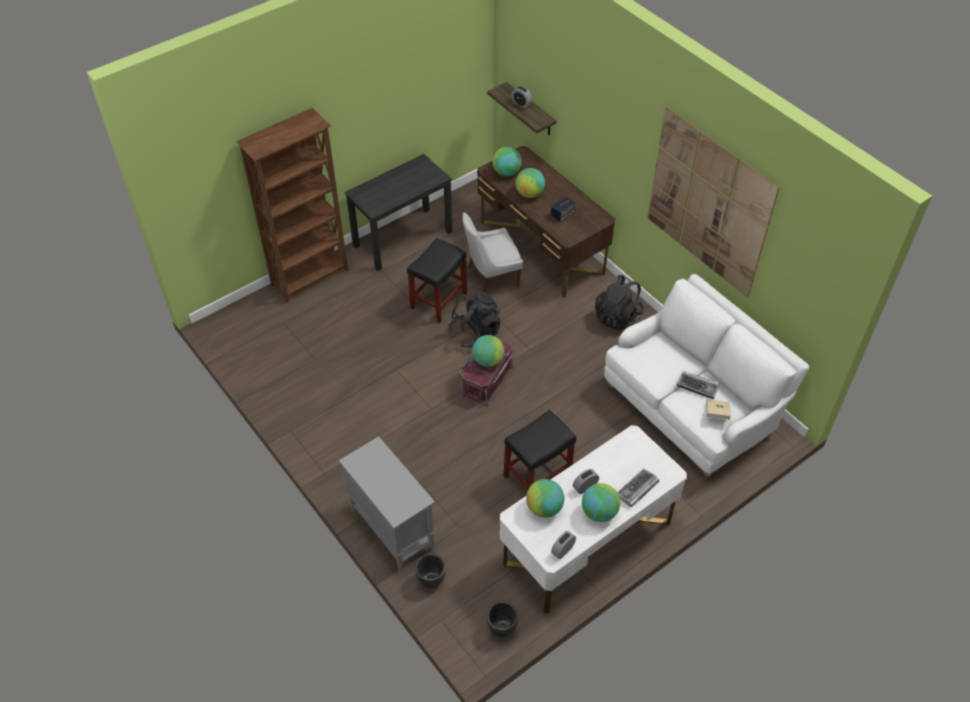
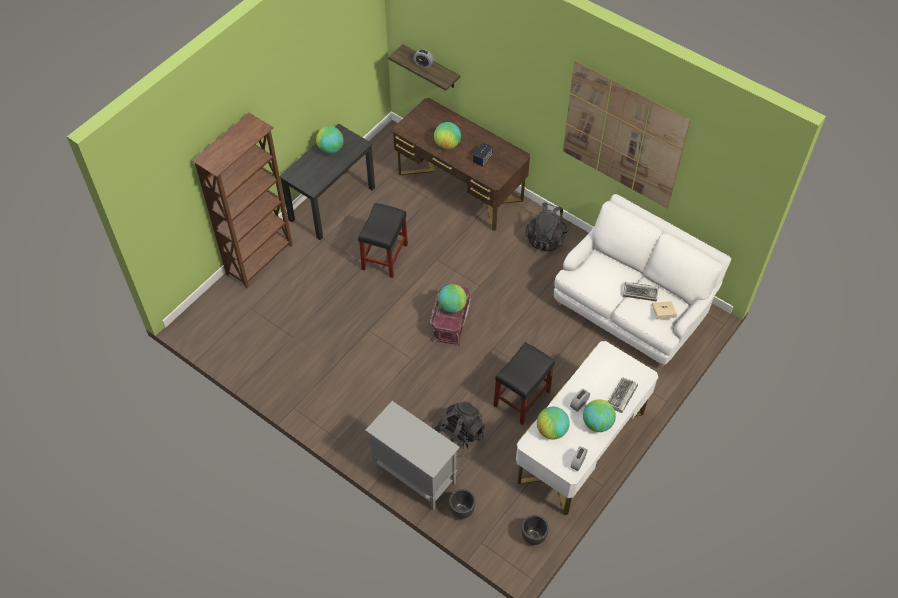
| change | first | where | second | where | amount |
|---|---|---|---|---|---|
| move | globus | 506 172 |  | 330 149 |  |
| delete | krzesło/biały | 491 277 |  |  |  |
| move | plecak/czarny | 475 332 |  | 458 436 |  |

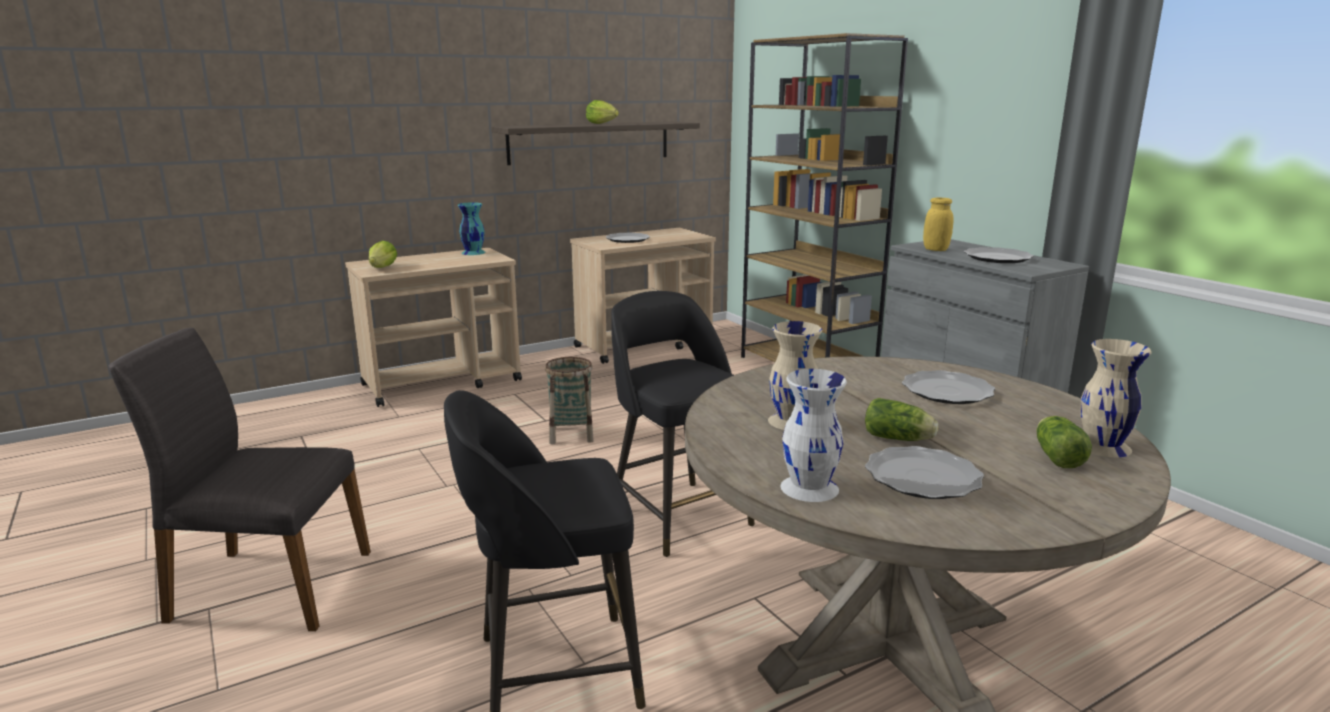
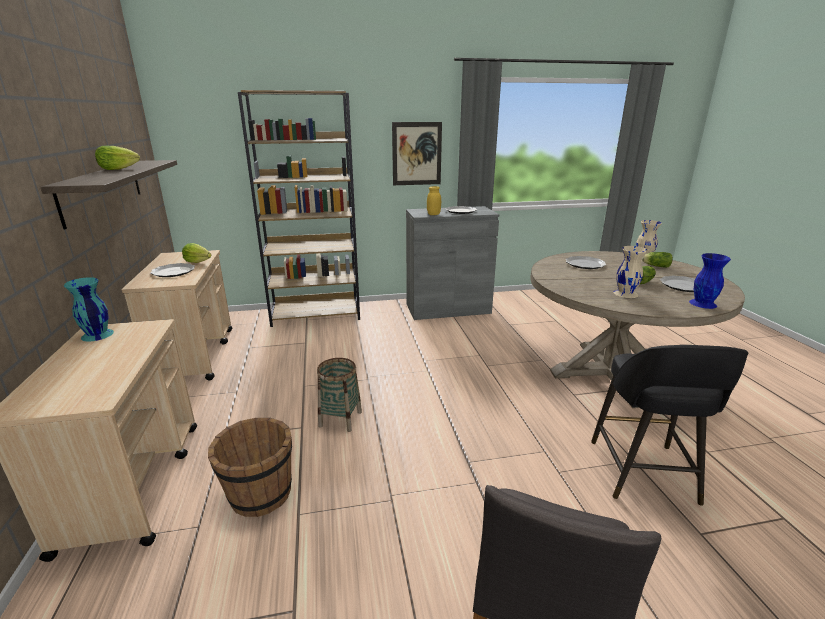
| change | first | where | second | where | amount |
|---|---|---|---|---|---|
| move | sałata | 383 268 |  | 198 262 |  |
| delete | stołek/czarny | 678 515 |  |  |  |
| recolor | wazon/biały | 810 488 | wazon/niebieski | 703 303 |  |
| insert |  |  | obraz | 417 154 |  |
| insert |  |  | wiadro/brązowy | 259 494 |  |

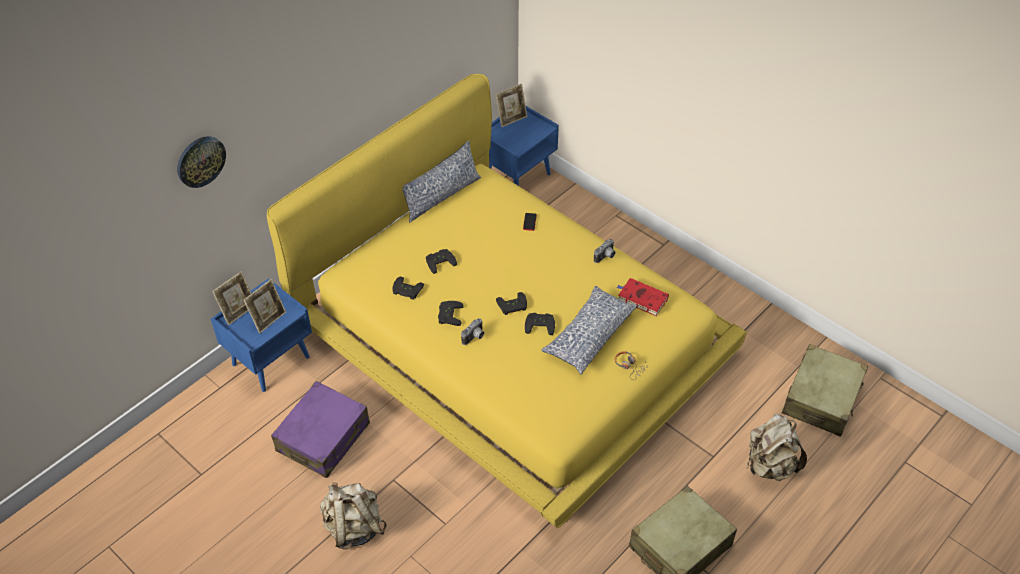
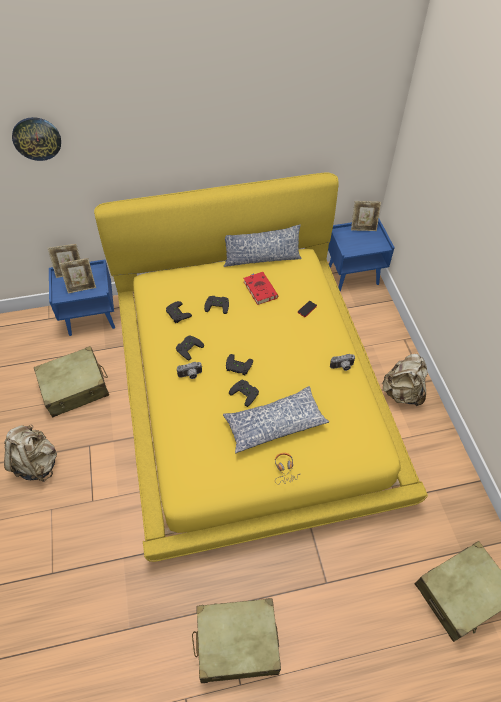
| change | first | where | second | where | amount |
|---|---|---|---|---|---|
| move | książka/czerwony | 641 298 |  | 259 289 |  |
| recolor | walizka/fioletowy | 323 437 | walizka/beżowy | 75 388 |  |
| move | plecak/beżowy | 770 465 |  | 402 392 |  |

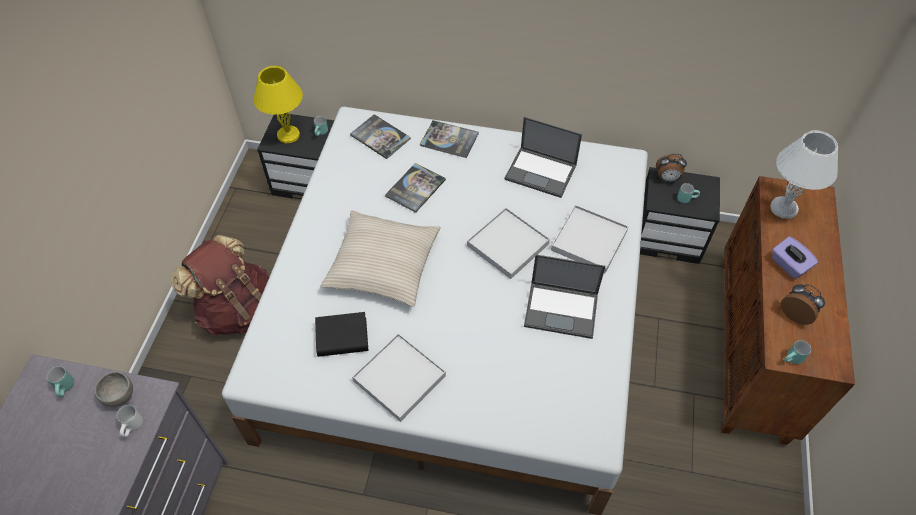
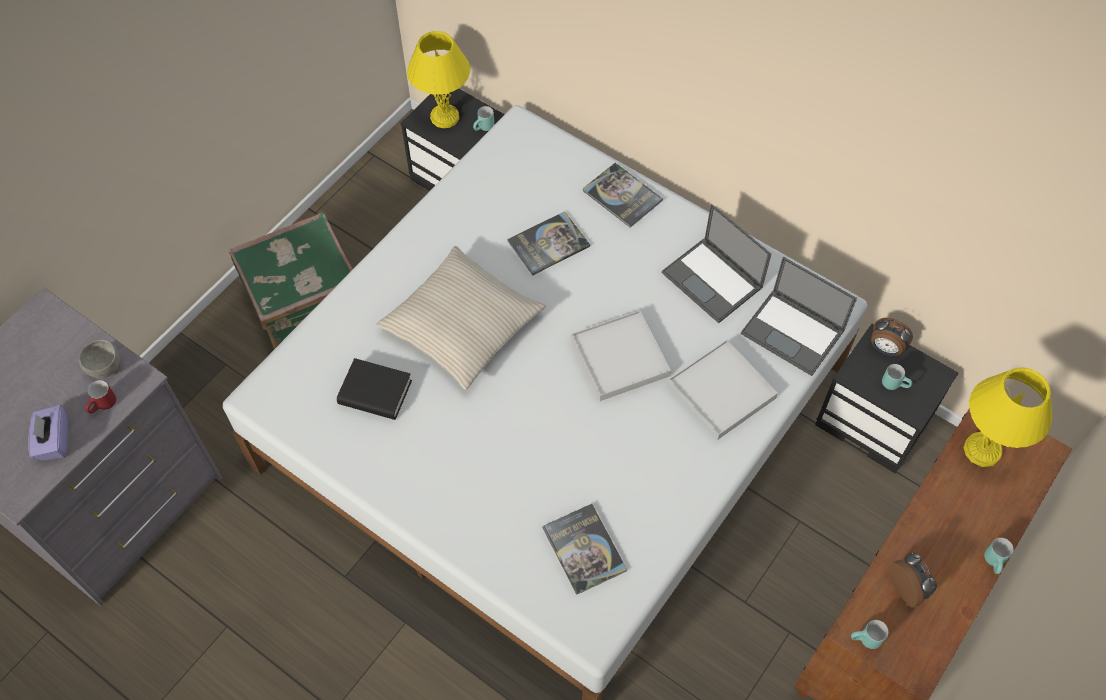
| change | first | where | second | where | amount |
|---|---|---|---|---|---|
| move | książka | 380 137 |  | 584 549 |  |
| recolor | lampa stołowa/biały | 784 207 | lampa stołowa/żółty | 983 449 |  |
| replace | plecak/brązowy | 236 309 | walizka/zielony | 308 306 |  |
| move | pudełko chusteczek/fioletowy | 788 265 |  | 54 441 |  |
| move | laptop | 562 309 |  | 793 332 |  |
| delete | taca/biały | 399 378 |  |  |  |
| move | kubek/turkusowy | 66 388 |  | 995 562 |  |
| recolor | kubek/biały | 134 427 | kubek/czerwony | 104 406 |  |

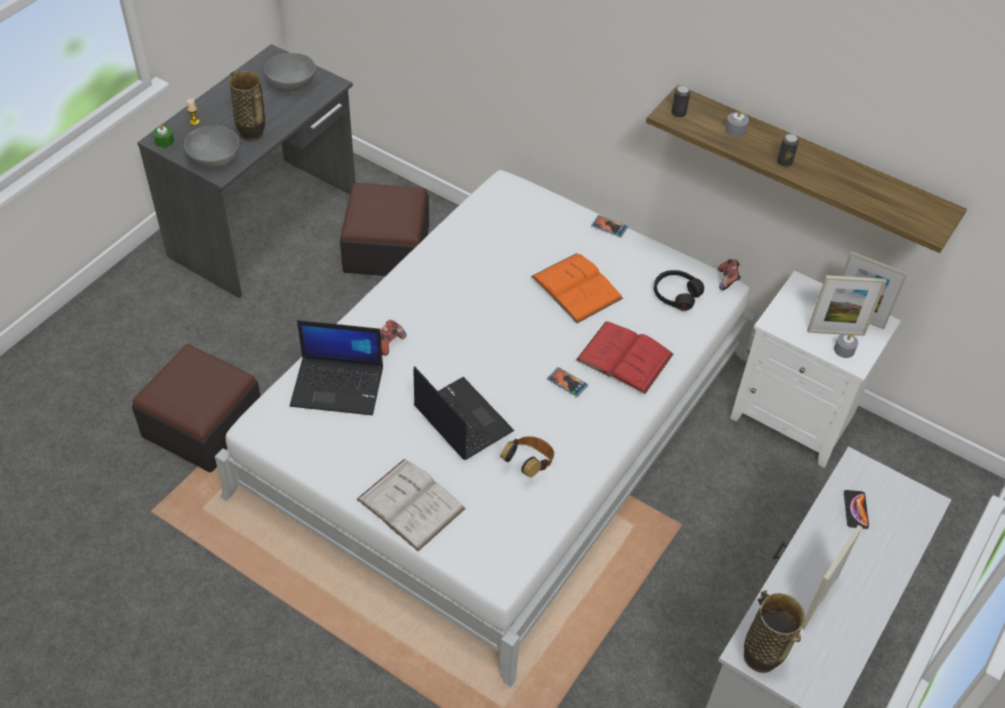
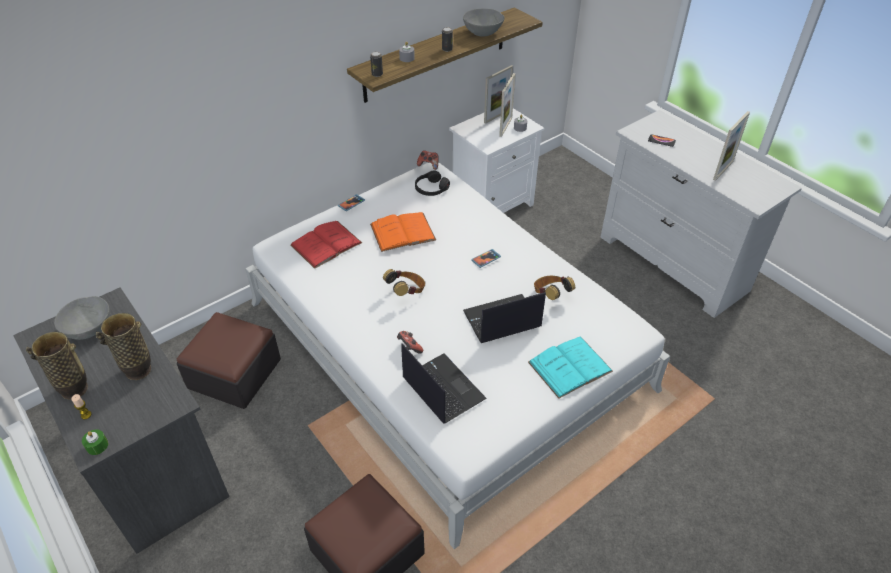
| change | first | where | second | where | amount |
|---|---|---|---|---|---|
| move | miska/szary | 215 159 |  | 482 32 |  |
| rotate | laptop | 339 386 |  | 442 388 | 60 degrees counterclockwise |
| move | książka/czerwony | 624 357 |  | 326 244 |  |
| recolor | książka/biały | 411 504 | książka/turkusowy | 570 366 |  |
| rotate | ramka na zdjęcie | 818 602 |  | 723 170 | 105 degrees counterclockwise |
| move | wazon | 760 657 |  | 75 389 |  |
| insert |  |  | słuchawki | 406 292 |  |

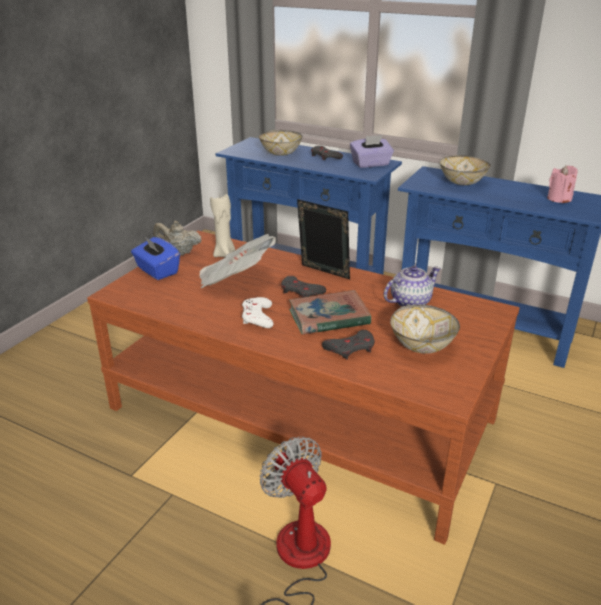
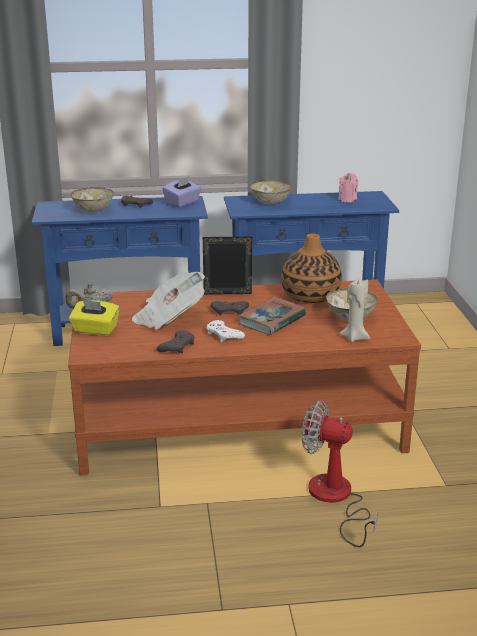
| change | first | where | second | where | amount |
|---|---|---|---|---|---|
| move | świeca/beżowy | 224 254 |  | 354 337 |  |
| recolor | pudełko chusteczek/niebieski | 157 271 | pudełko chusteczek/żółty | 95 330 |  |
| replace | imbryk | 409 302 | wazon | 310 296 |  |
| move | pad do gier/szary | 350 348 |  | 177 346 |  |

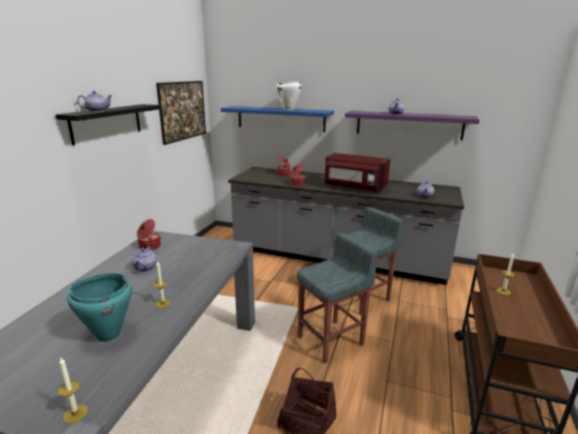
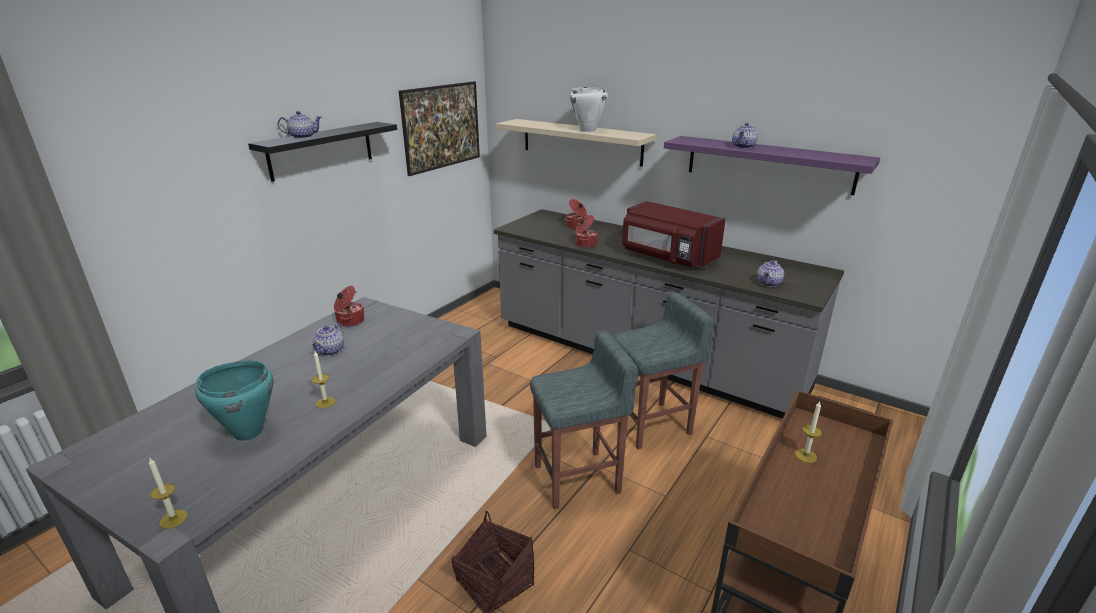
| change | first | where | second | where | amount |
|---|---|---|---|---|---|
| recolor | półka/niebieski | 280 118 | półka/beżowy | 581 141 |  |

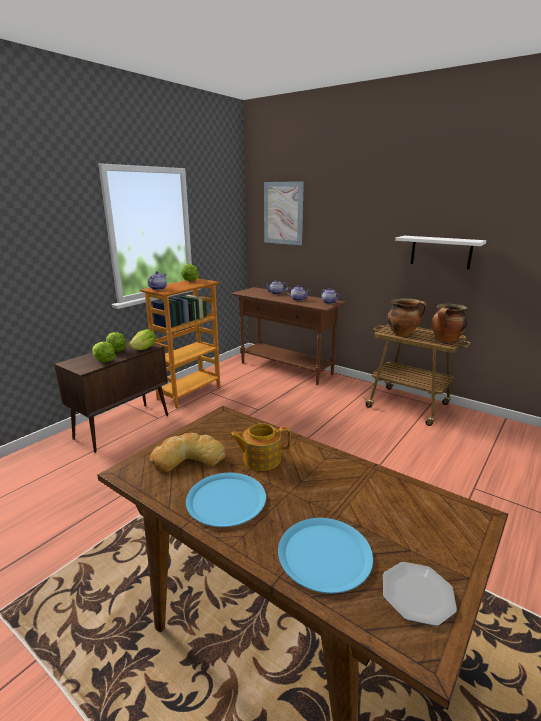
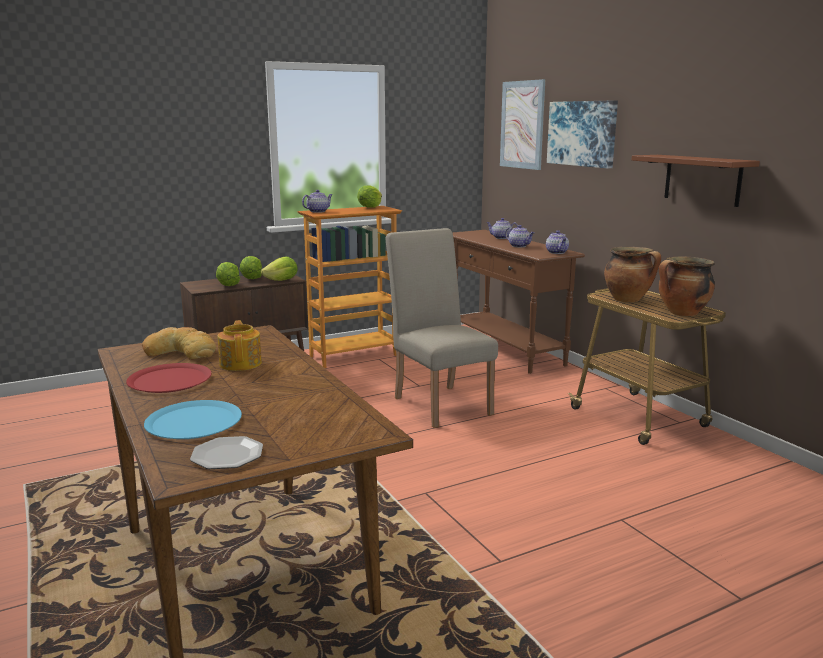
| change | first | where | second | where | amount |
|---|---|---|---|---|---|
| recolor | półka/biały | 441 252 | półka/brązowy | 702 179 |  |
| rotate | imbryk | 260 459 |  | 241 363 | 60 degrees clockwise |
| recolor | talerz/niebieski | 226 500 | talerz/czerwony | 169 380 |  |
| insert |  |  | obraz | 582 133 |  |
| insert |  |  | krzesło/beżowy | 439 402 |  |

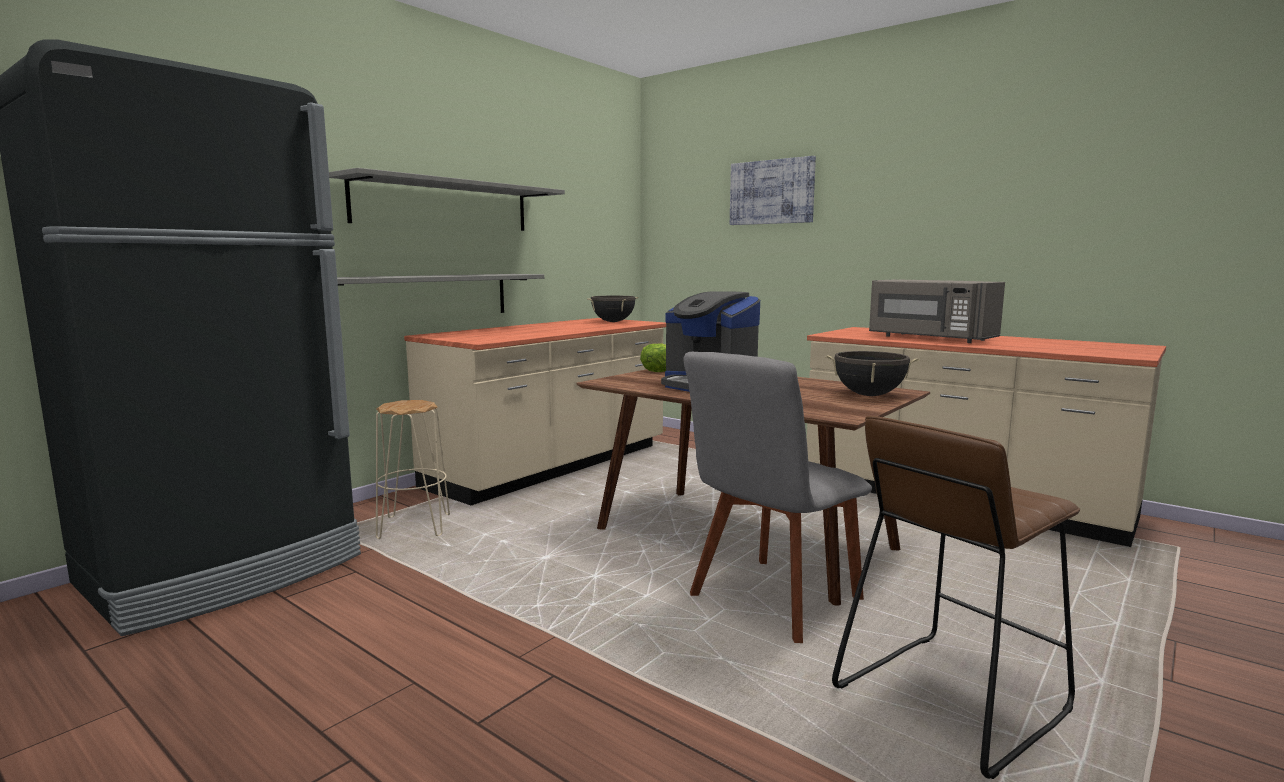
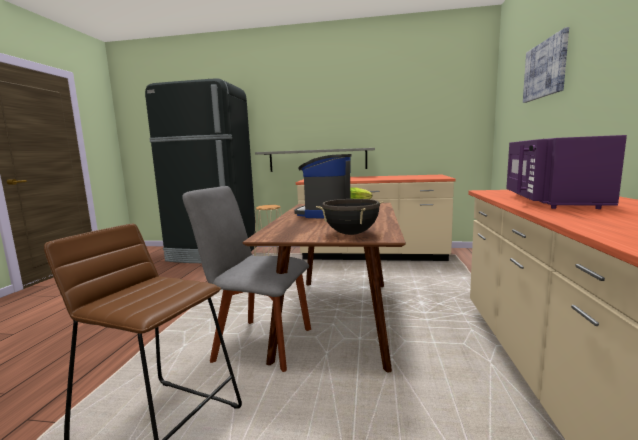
| change | first | where | second | where | amount |
|---|---|---|---|---|---|
| delete | półka/szary | 444 205 |  |  |  |
| recolor | mikrofalówka/szary | 929 338 | mikrofalówka/fioletowy | 550 201 |  |
| delete | garnek/czarny | 613 322 |  |  |  |

